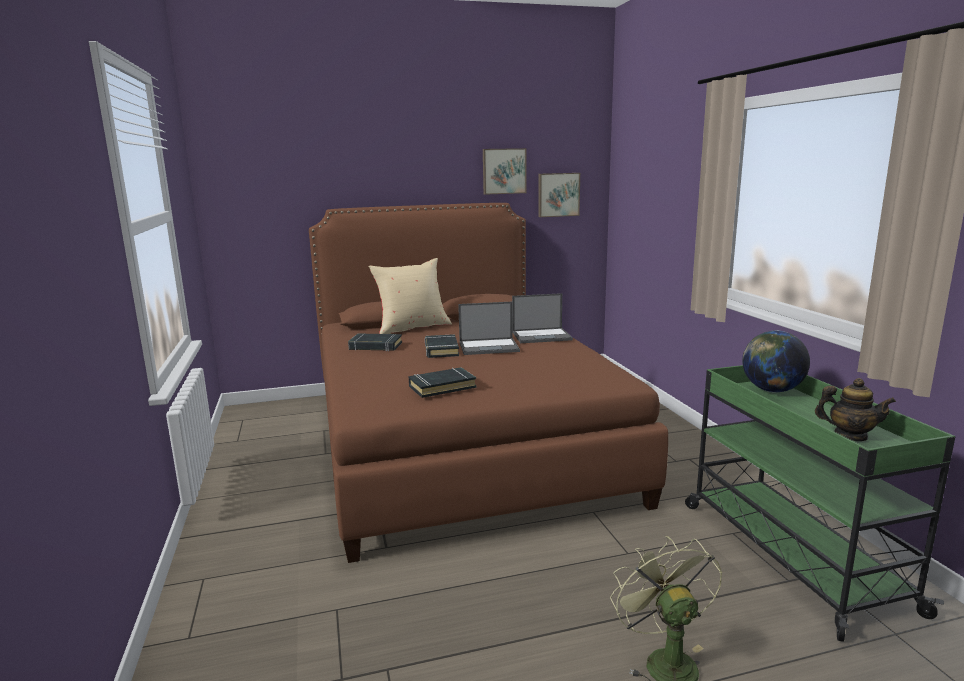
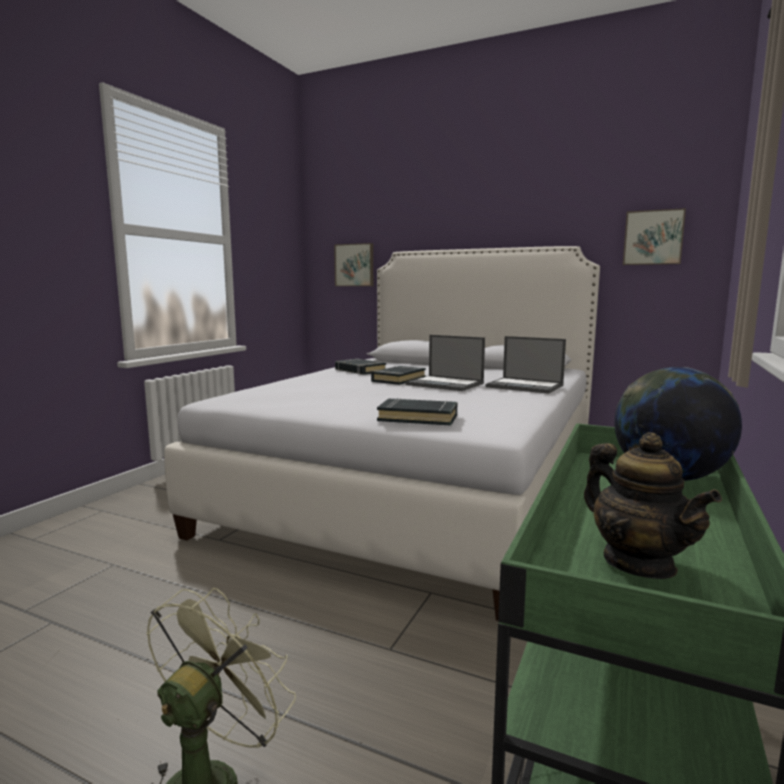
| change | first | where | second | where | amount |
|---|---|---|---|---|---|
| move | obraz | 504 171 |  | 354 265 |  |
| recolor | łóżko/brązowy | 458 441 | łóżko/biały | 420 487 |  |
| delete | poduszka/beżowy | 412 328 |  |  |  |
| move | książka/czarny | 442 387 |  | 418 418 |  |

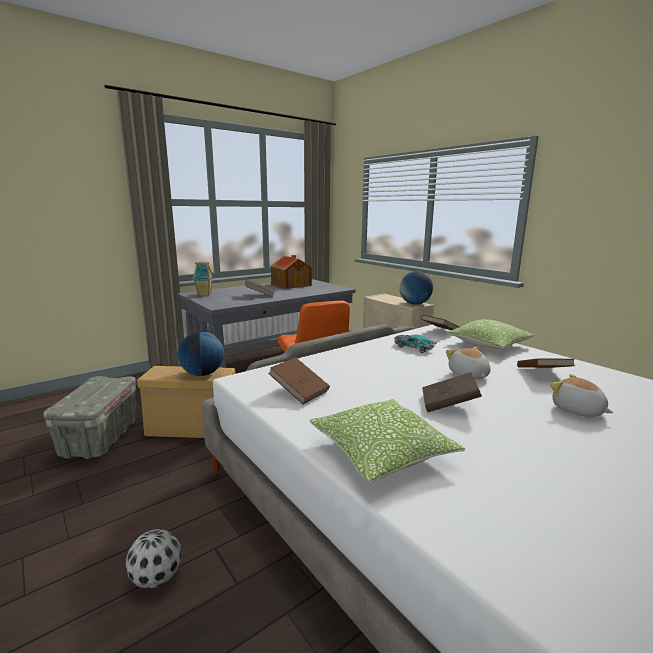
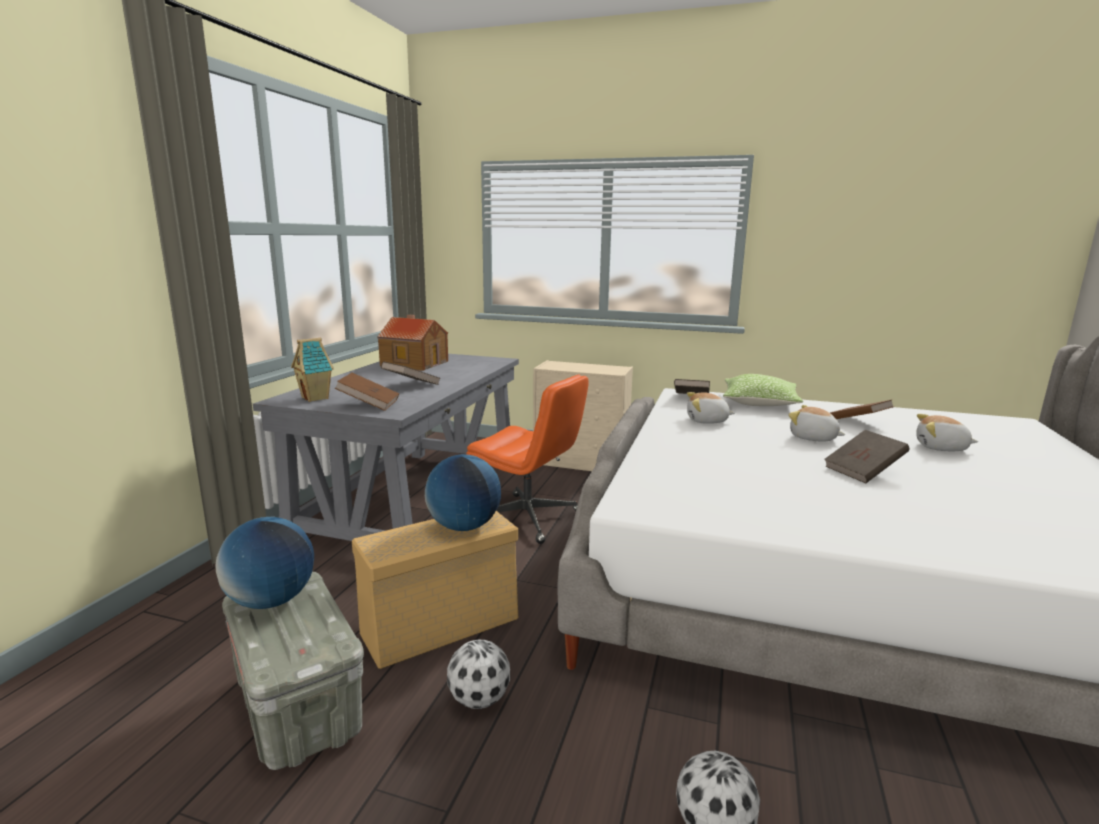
| change | first | where | second | where | amount |
|---|---|---|---|---|---|
| move | globus | 414 304 |  | 271 601 |  |
| replace | samochodzik | 413 347 | pluszak | 707 421 |  |
| move | książka/brązowy | 299 391 |  | 369 405 |  |
| delete | poduszka | 381 452 |  |  |  |
| insert |  |  | piłka futbolowa | 480 699 |  |

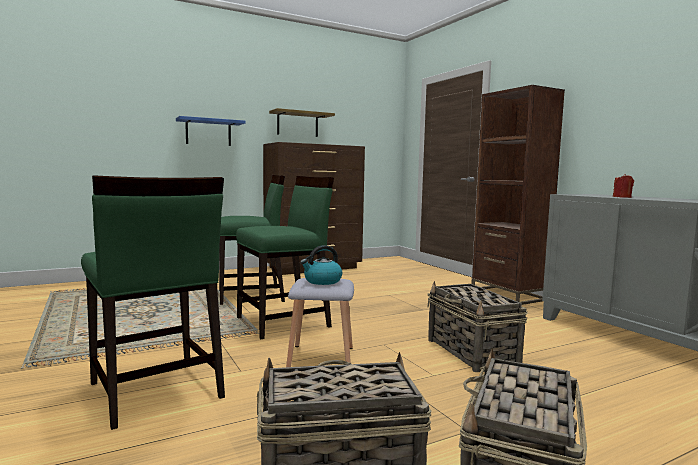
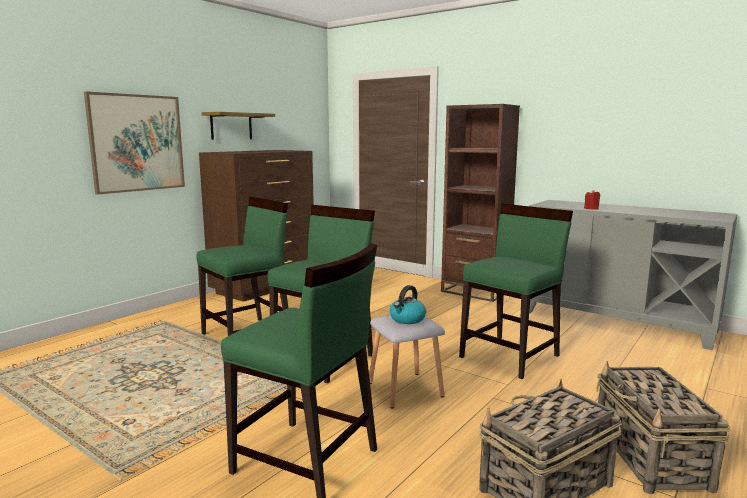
| change | first | where | second | where | amount |
|---|---|---|---|---|---|
| replace | półka/niebieski | 208 132 | obraz | 137 143 |  |
| replace | koszyk | 472 352 | krzesło/zielony | 510 356 |  |

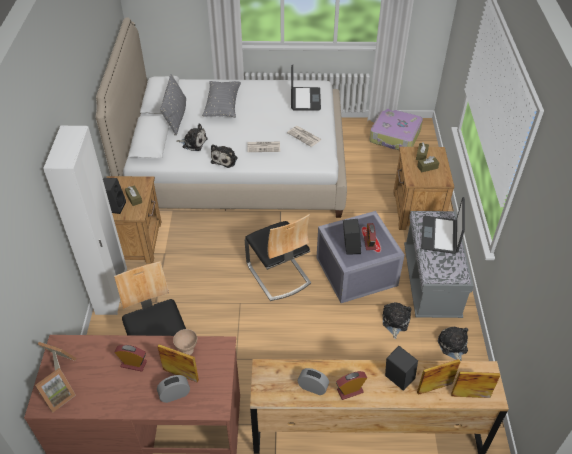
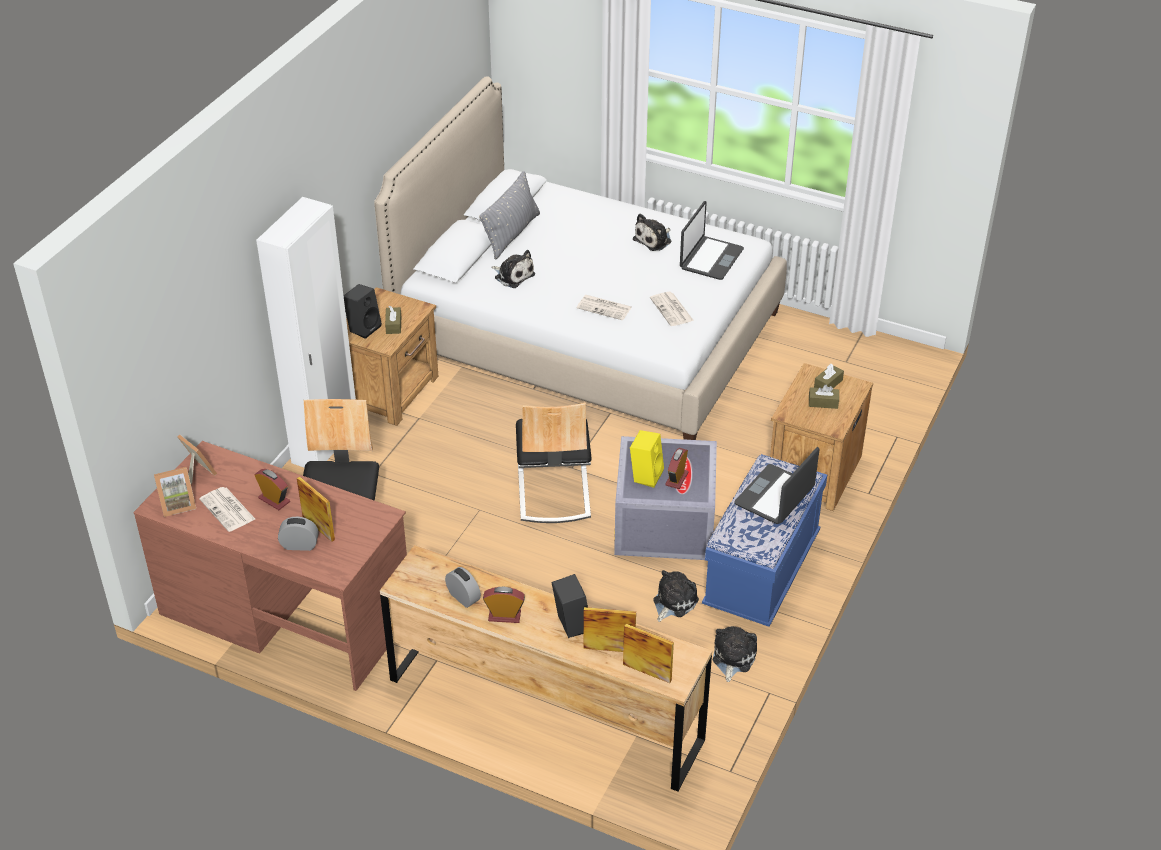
| change | first | where | second | where | amount |
|---|---|---|---|---|---|
| delete | poduszka/szary | 222 105 |  |  |  |
| delete | walizka | 395 136 |  |  |  |
| move | pluszak | 225 159 |  | 654 240 |  |
| recolor | ławka/szary | 431 283 | ławka/niebieski | 761 572 |  |
| recolor | głośnik/czarny | 350 247 | głośnik/żółty | 645 475 |  |
| delete | miska/beżowy | 187 350 |  |  |  |
| insert |  |  | gazeta | 228 510 |  |

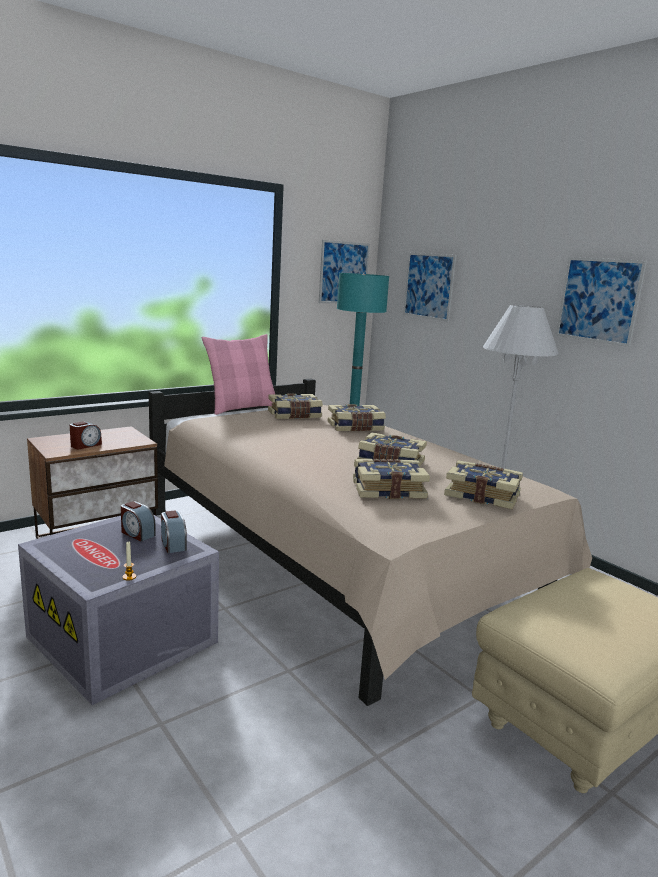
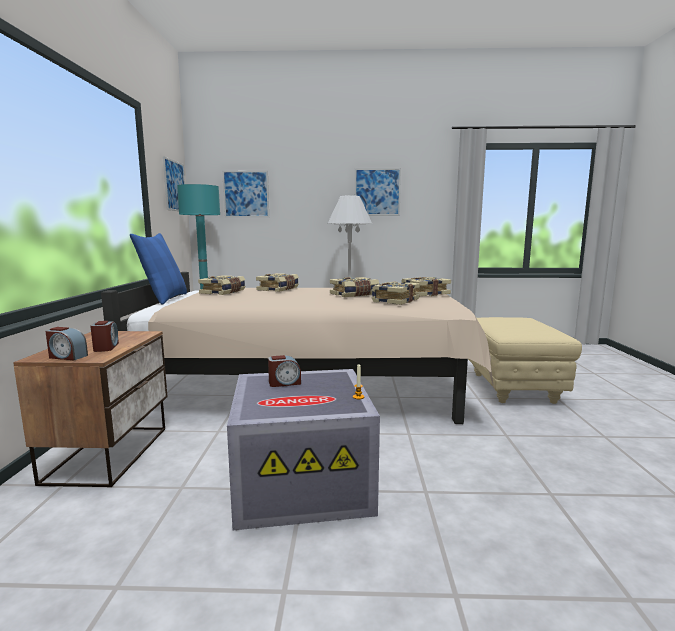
| change | first | where | second | where | amount |
|---|---|---|---|---|---|
| recolor | poduszka/różowy | 242 408 | poduszka/niebieski | 165 298 |  |
| move | budzik | 173 544 |  | 67 357 |  |

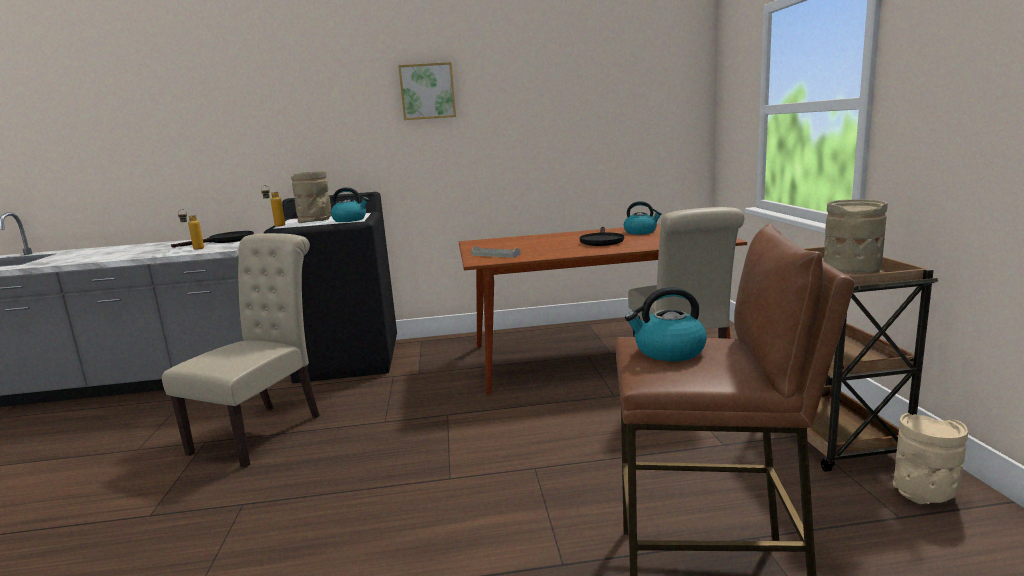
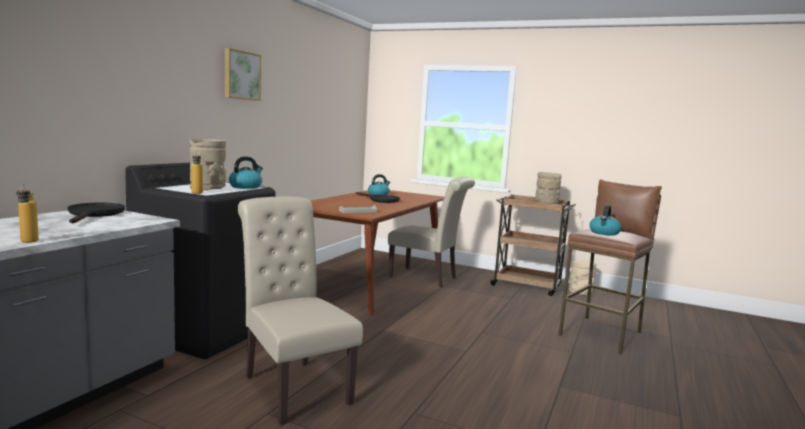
| change | first | where | second | where | amount |
|---|---|---|---|---|---|
| move | butelka | 194 249 |  | 28 242 |  |

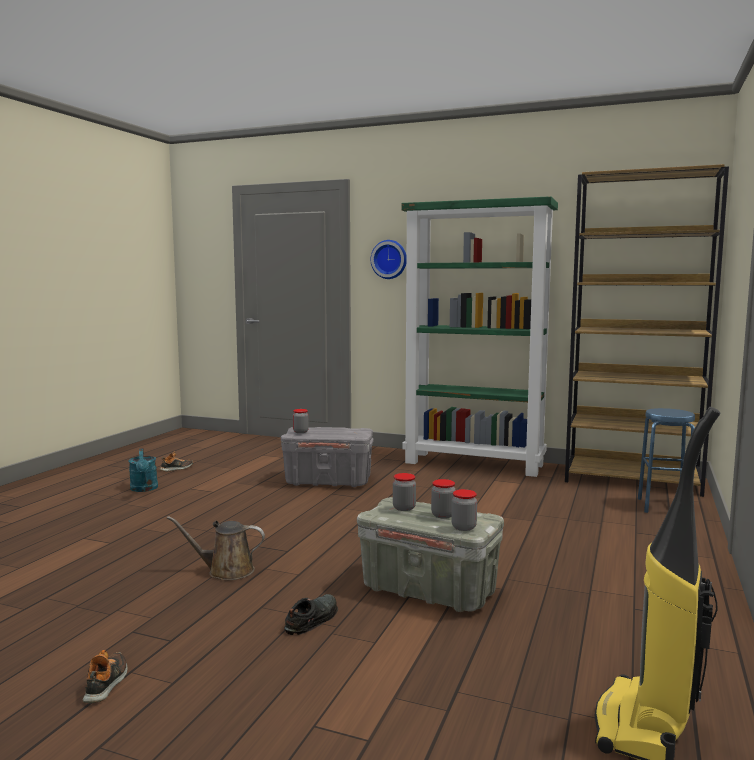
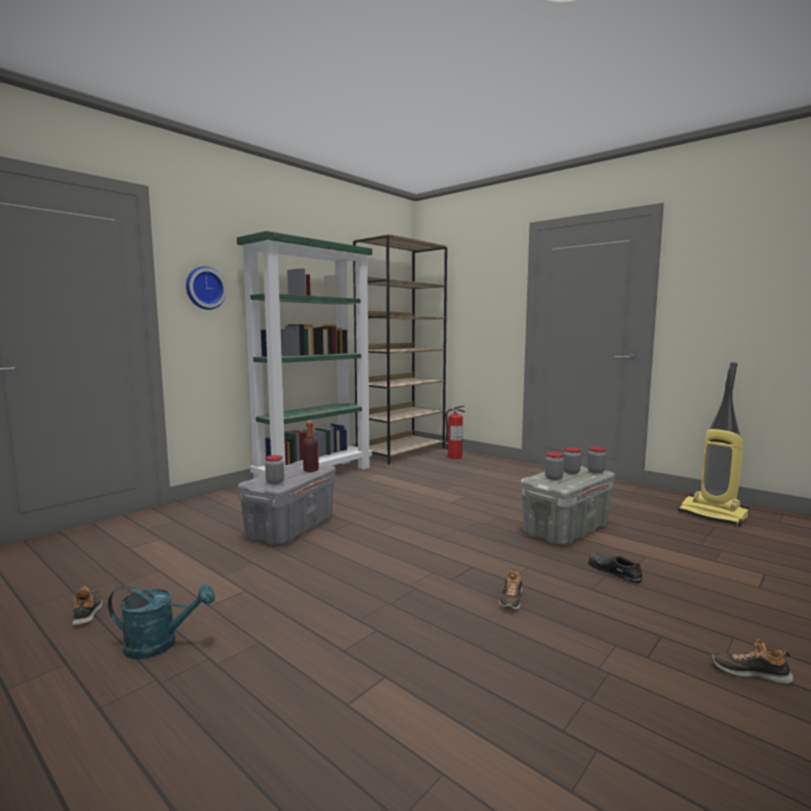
| change | first | where | second | where | amount |
|---|---|---|---|---|---|
| replace | stołek/niebieski | 664 507 | gaśnica | 454 457 |  |
| replace | konewka/brązowy | 226 571 | but | 511 599 |  |
| insert |  |  | butelka | 311 470 |  |

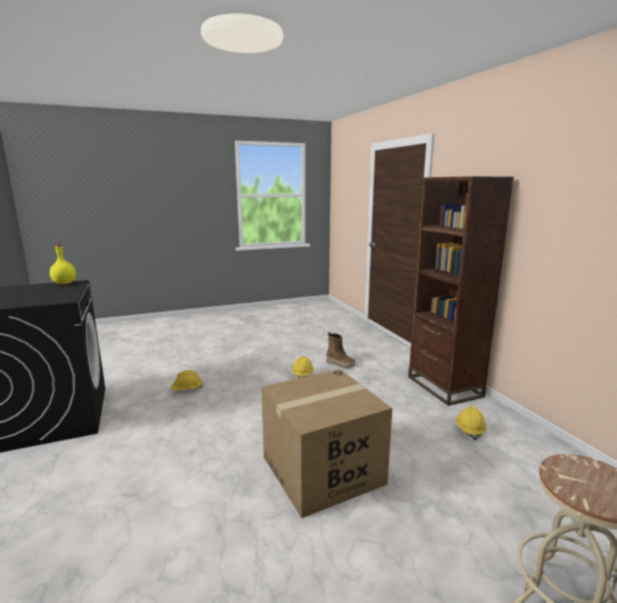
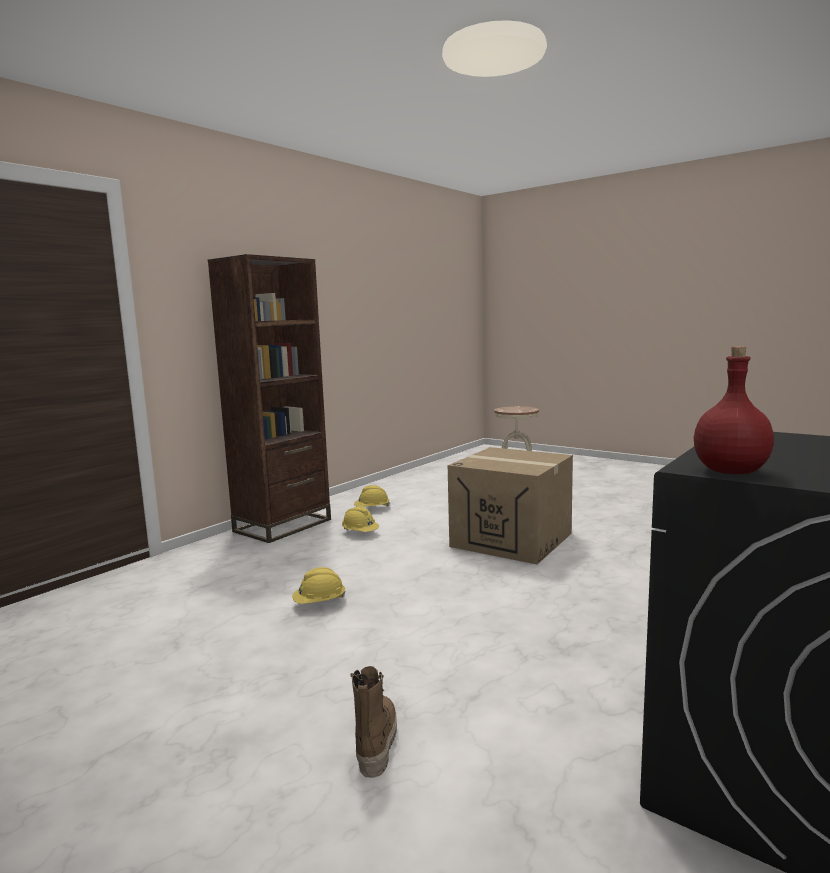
| change | first | where | second | where | amount |
|---|---|---|---|---|---|
| recolor | butelka/żółty | 64 283 | butelka/czerwony | 730 471 |  |
| move | but z cholewką | 340 364 |  | 375 743 |  |
| move | kask/żółty | 187 390 |  | 360 533 |  |

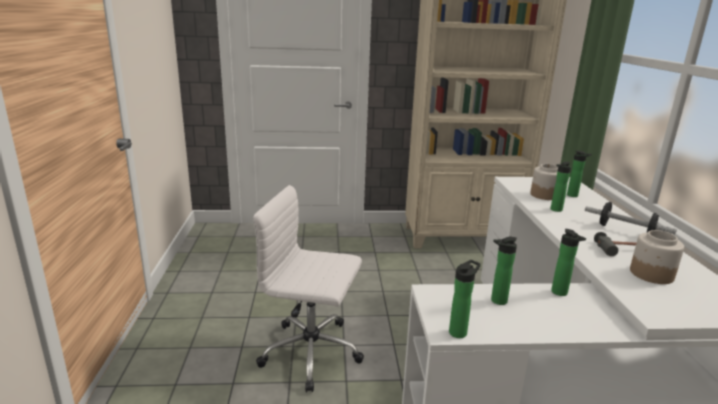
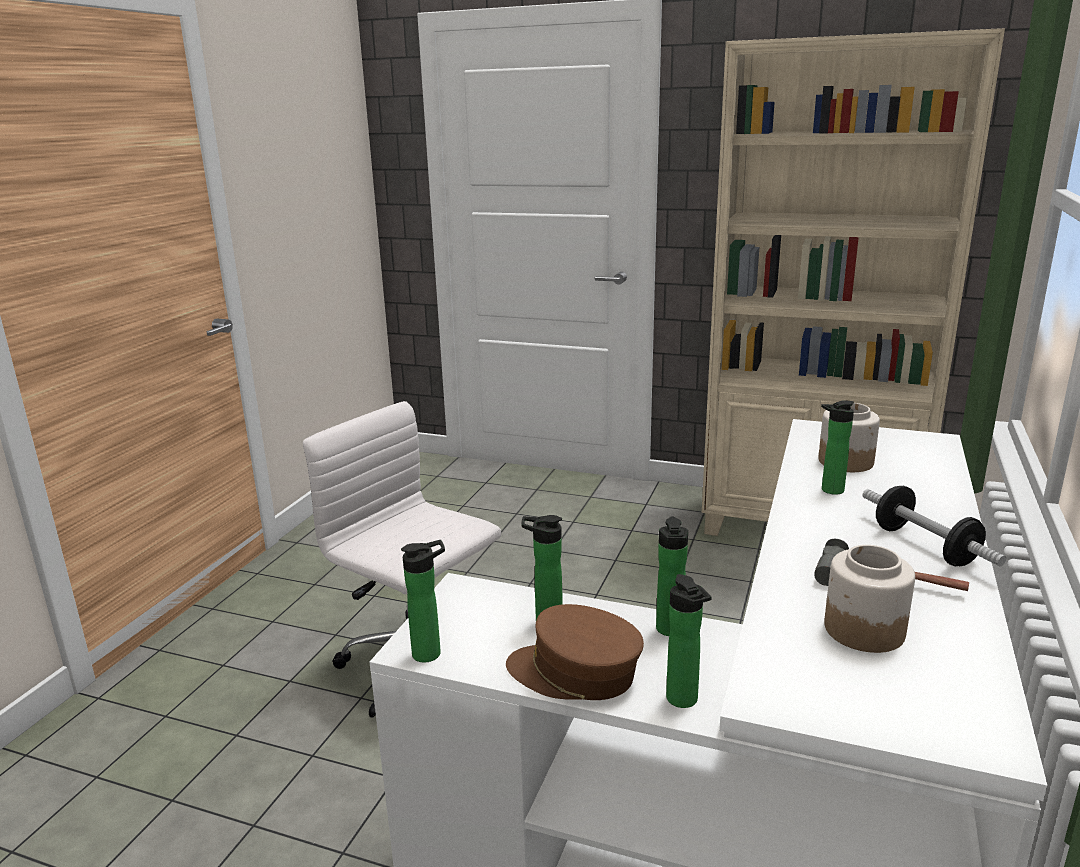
| change | first | where | second | where | amount |
|---|---|---|---|---|---|
| move | butelka | 574 196 |  | 684 701 |  |
| insert |  |  | czapka z daszkiem/brązowy | 575 673 |  |

